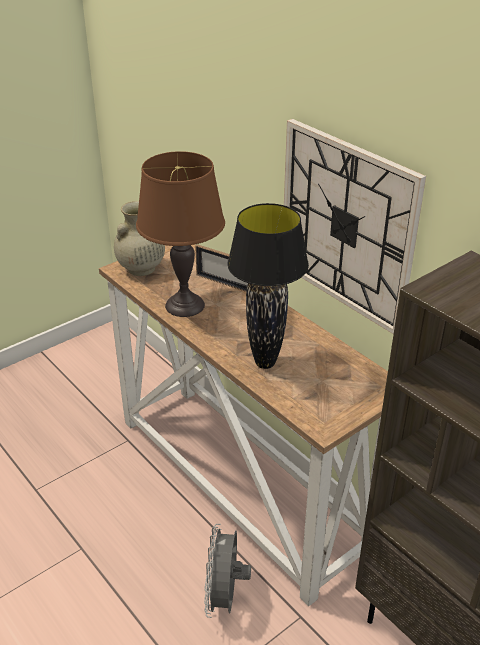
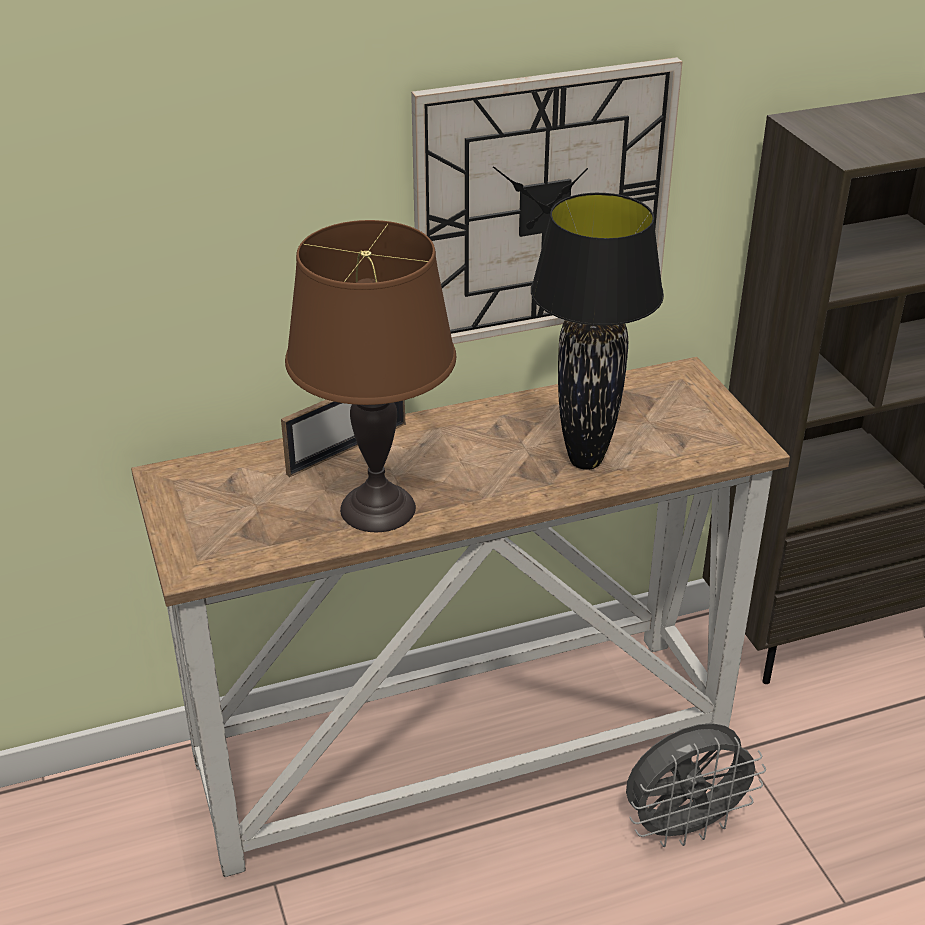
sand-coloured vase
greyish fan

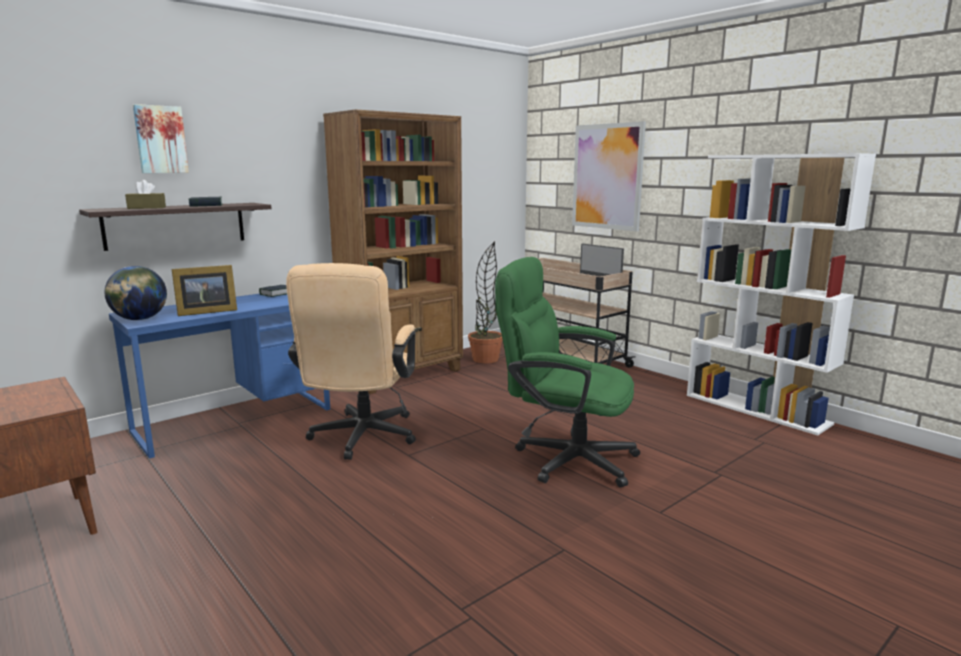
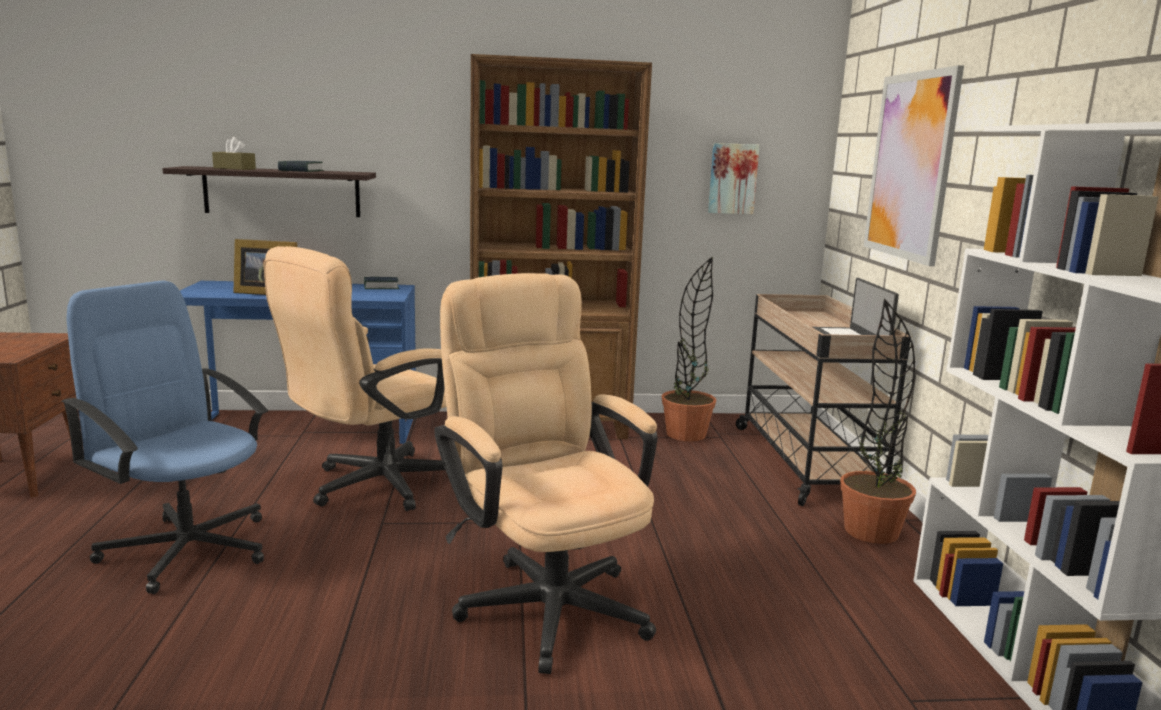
wall art (no. 1 from left)
sand-coloured office chair (no. 2 from left)
world globe
bluish office chair
houseplant (no. 2 from left)

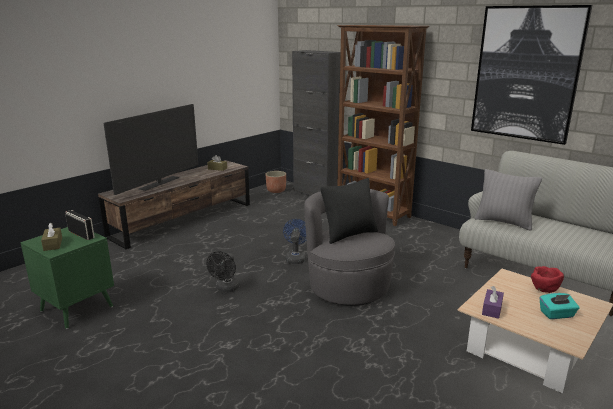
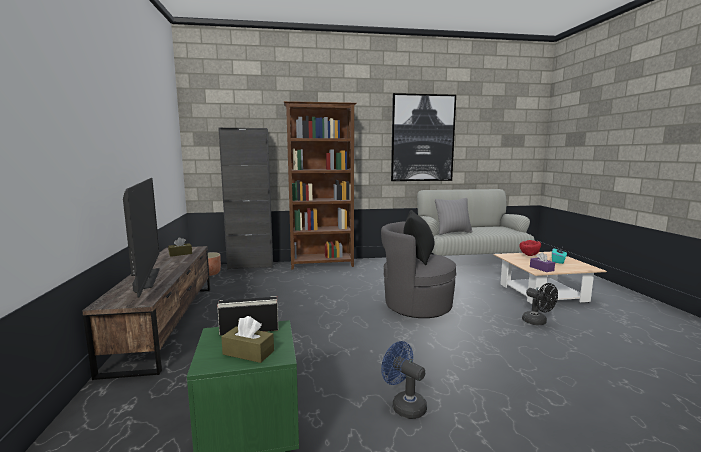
bluish fan
black-coloured fan

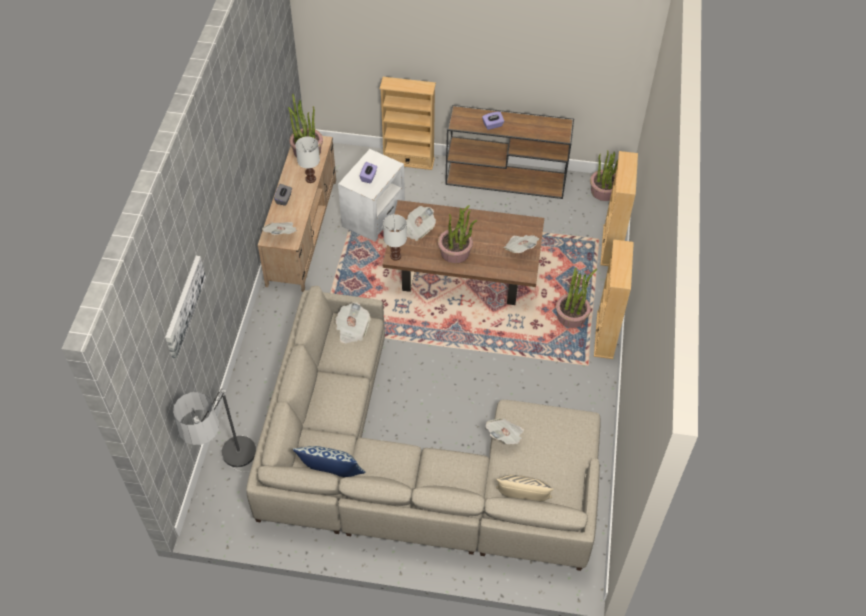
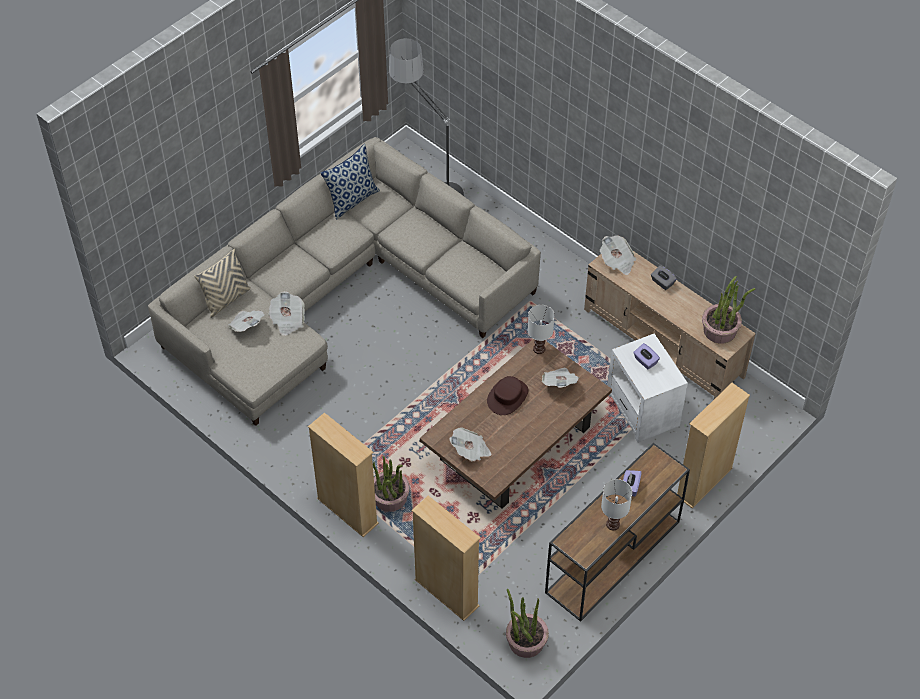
white lamp for a table (no. 2 from left)
brown-coloured clothing hat
wall art
newspaper (no. 1 from left)

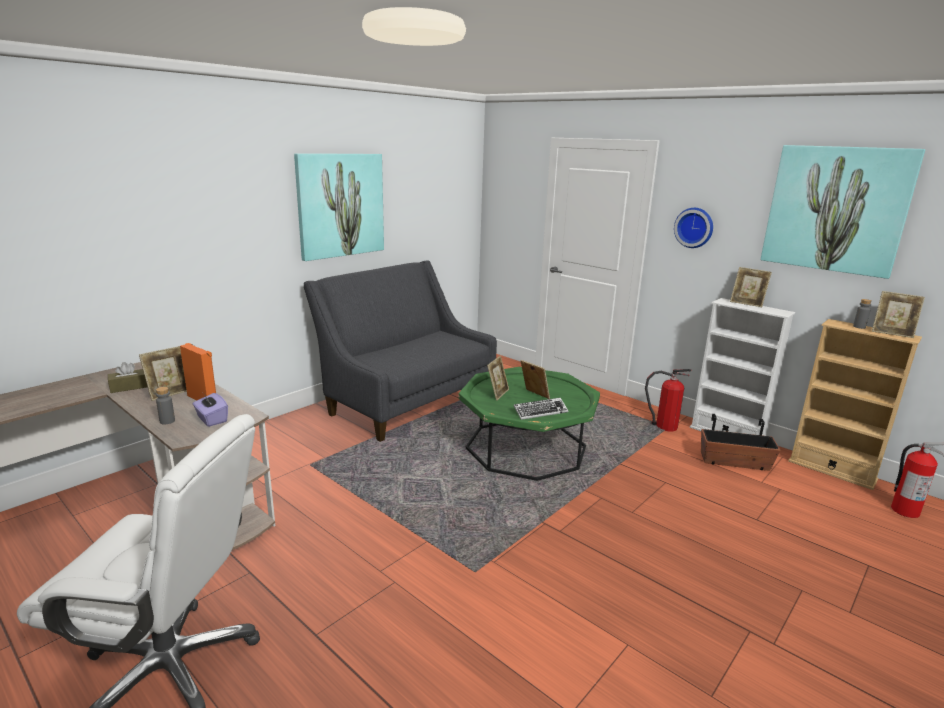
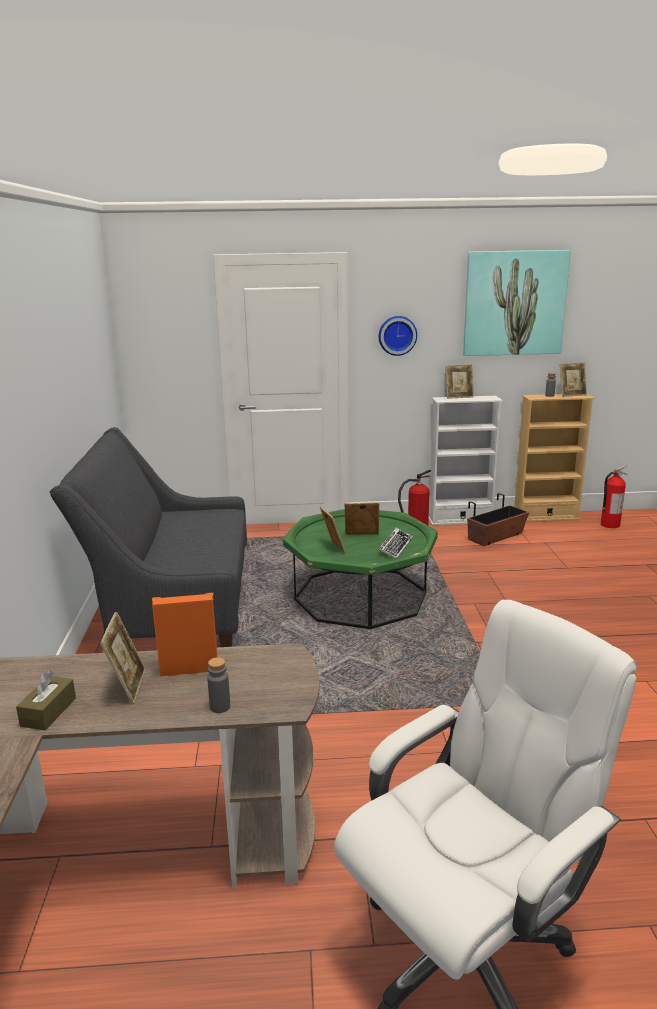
wall art (no. 1 from left in the first image)
purple box of tissues

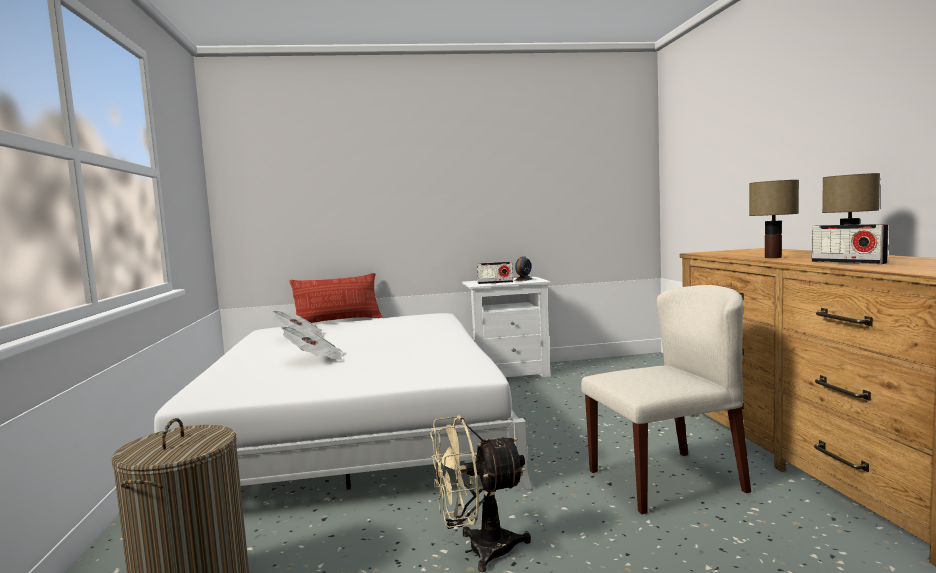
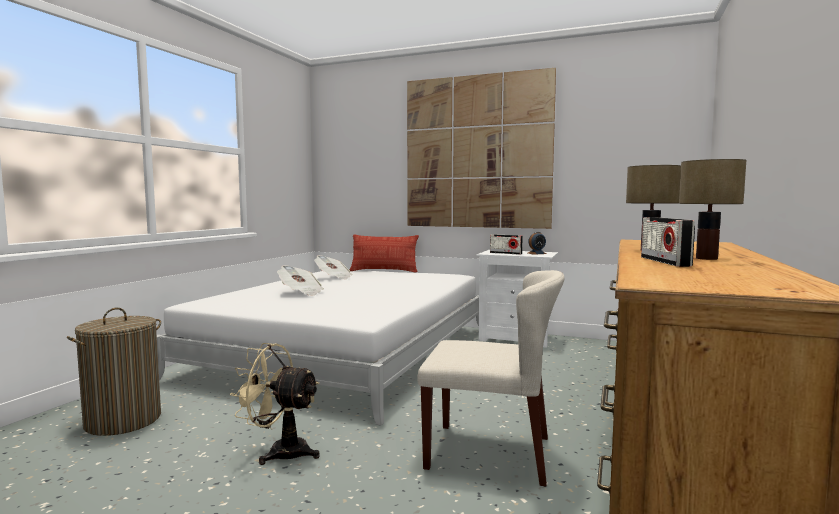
wall art

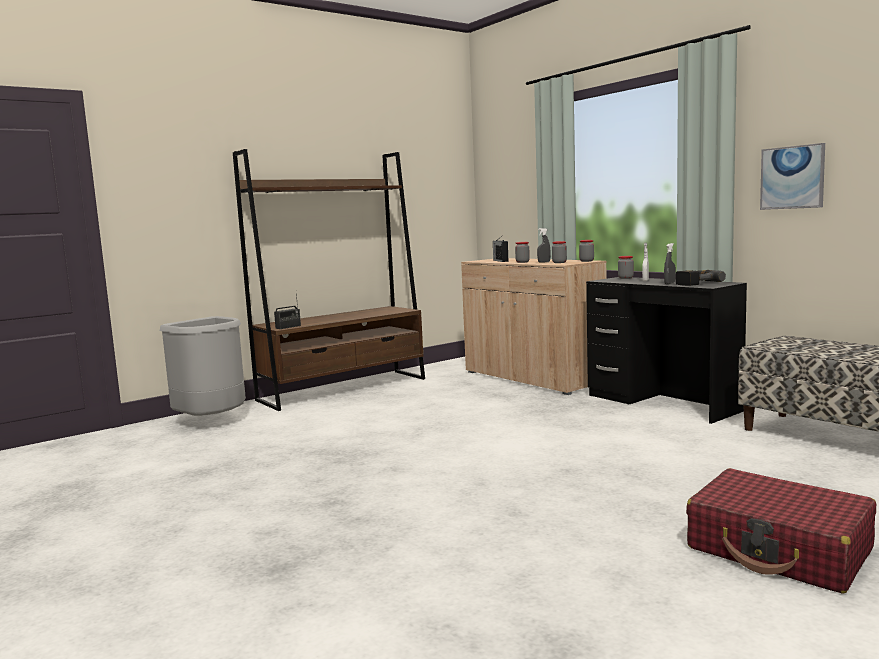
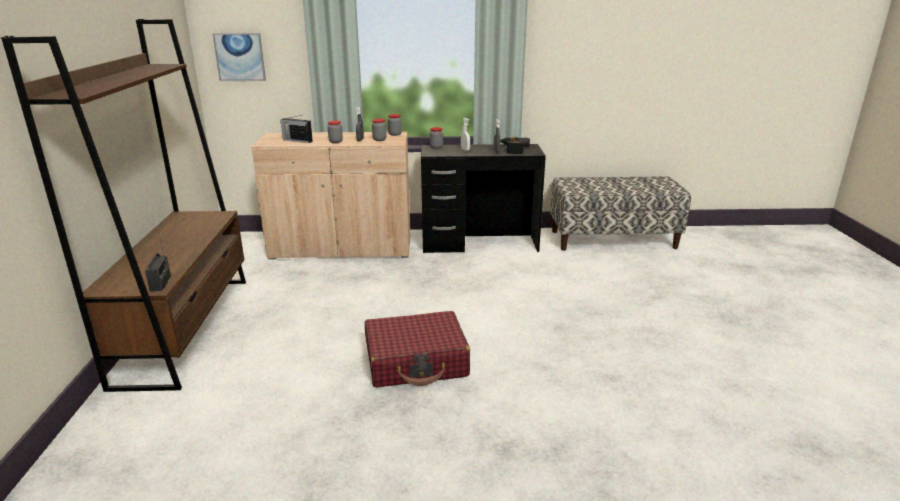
wall art
greyish waste bin
red suitcase

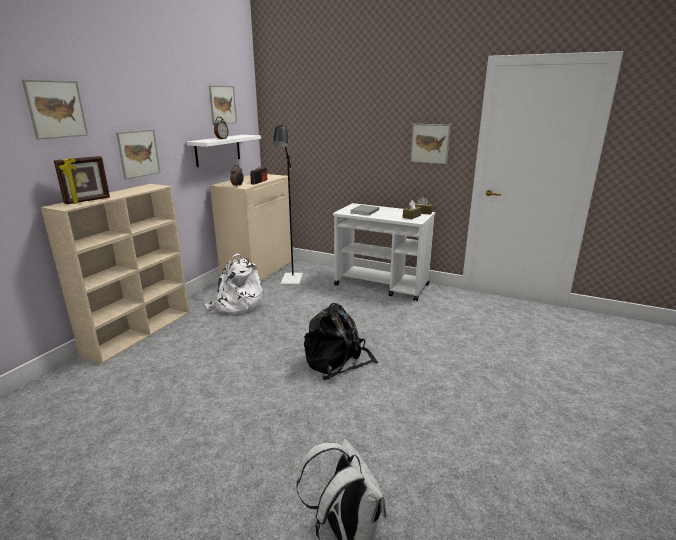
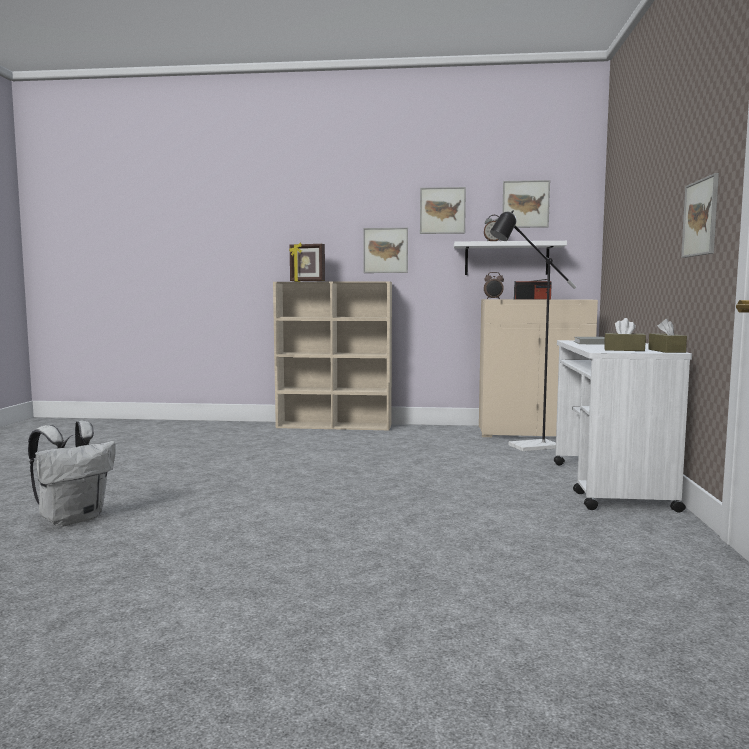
wall art (no. 2 from left)
white rucksack (no. 1 from left in the first image)
black-coloured rucksack

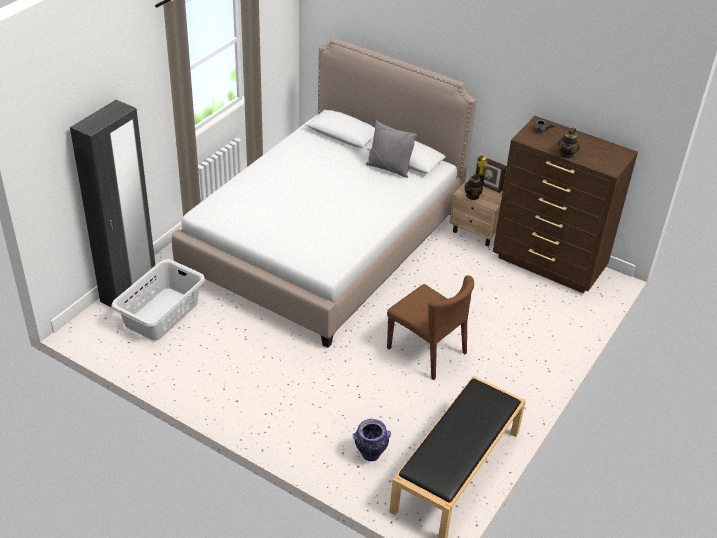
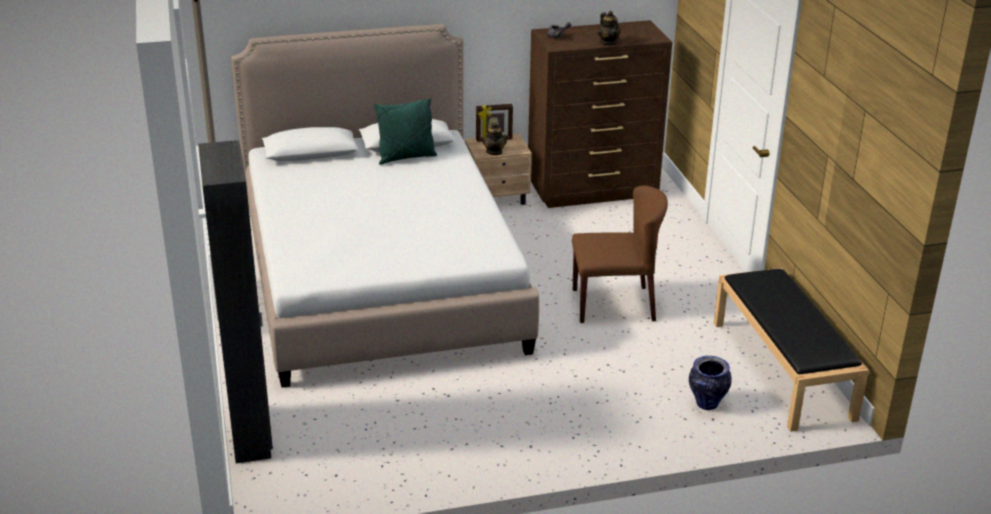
greenish pillow
greyish hamper

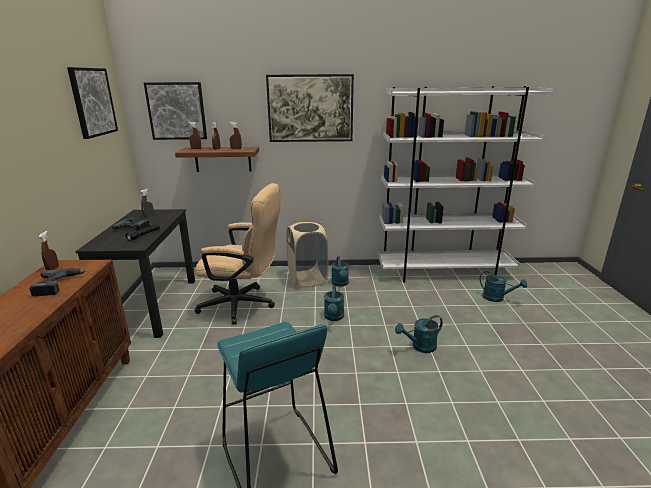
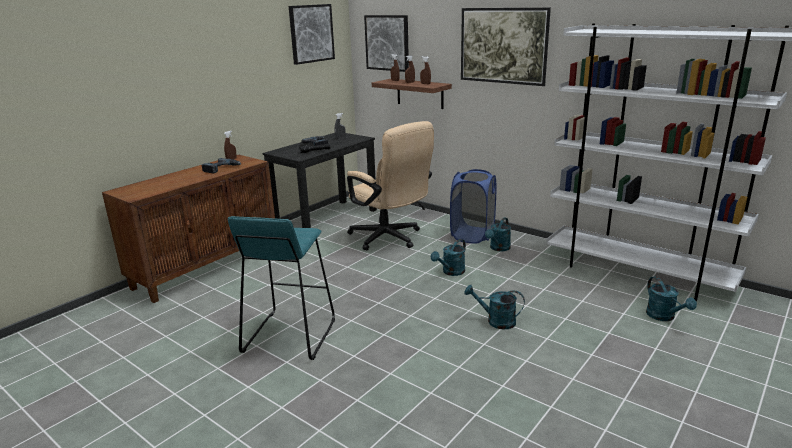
bluish hamper

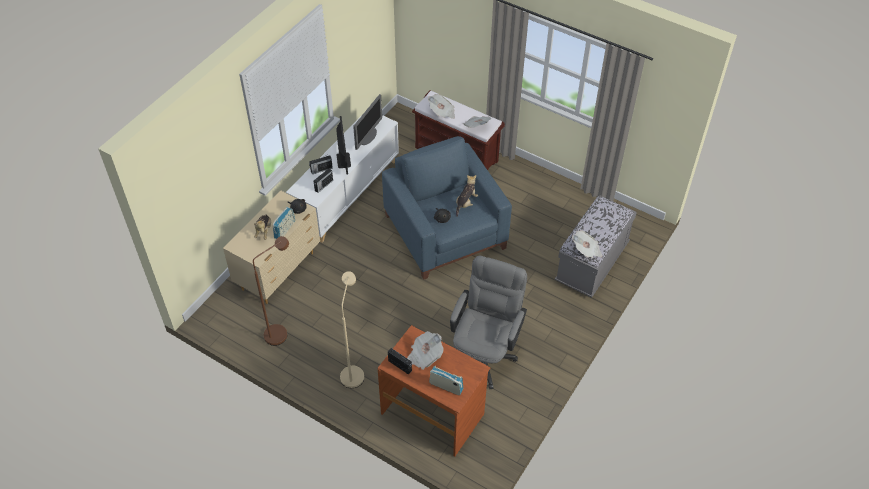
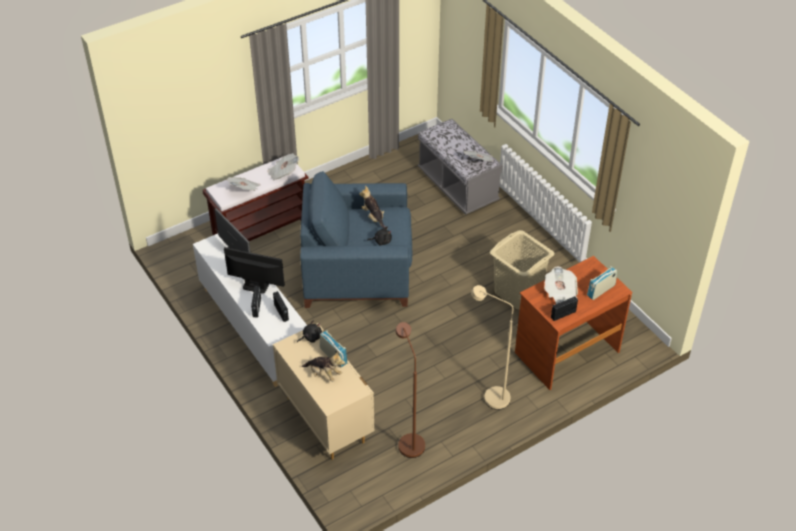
sand-coloured hamper

